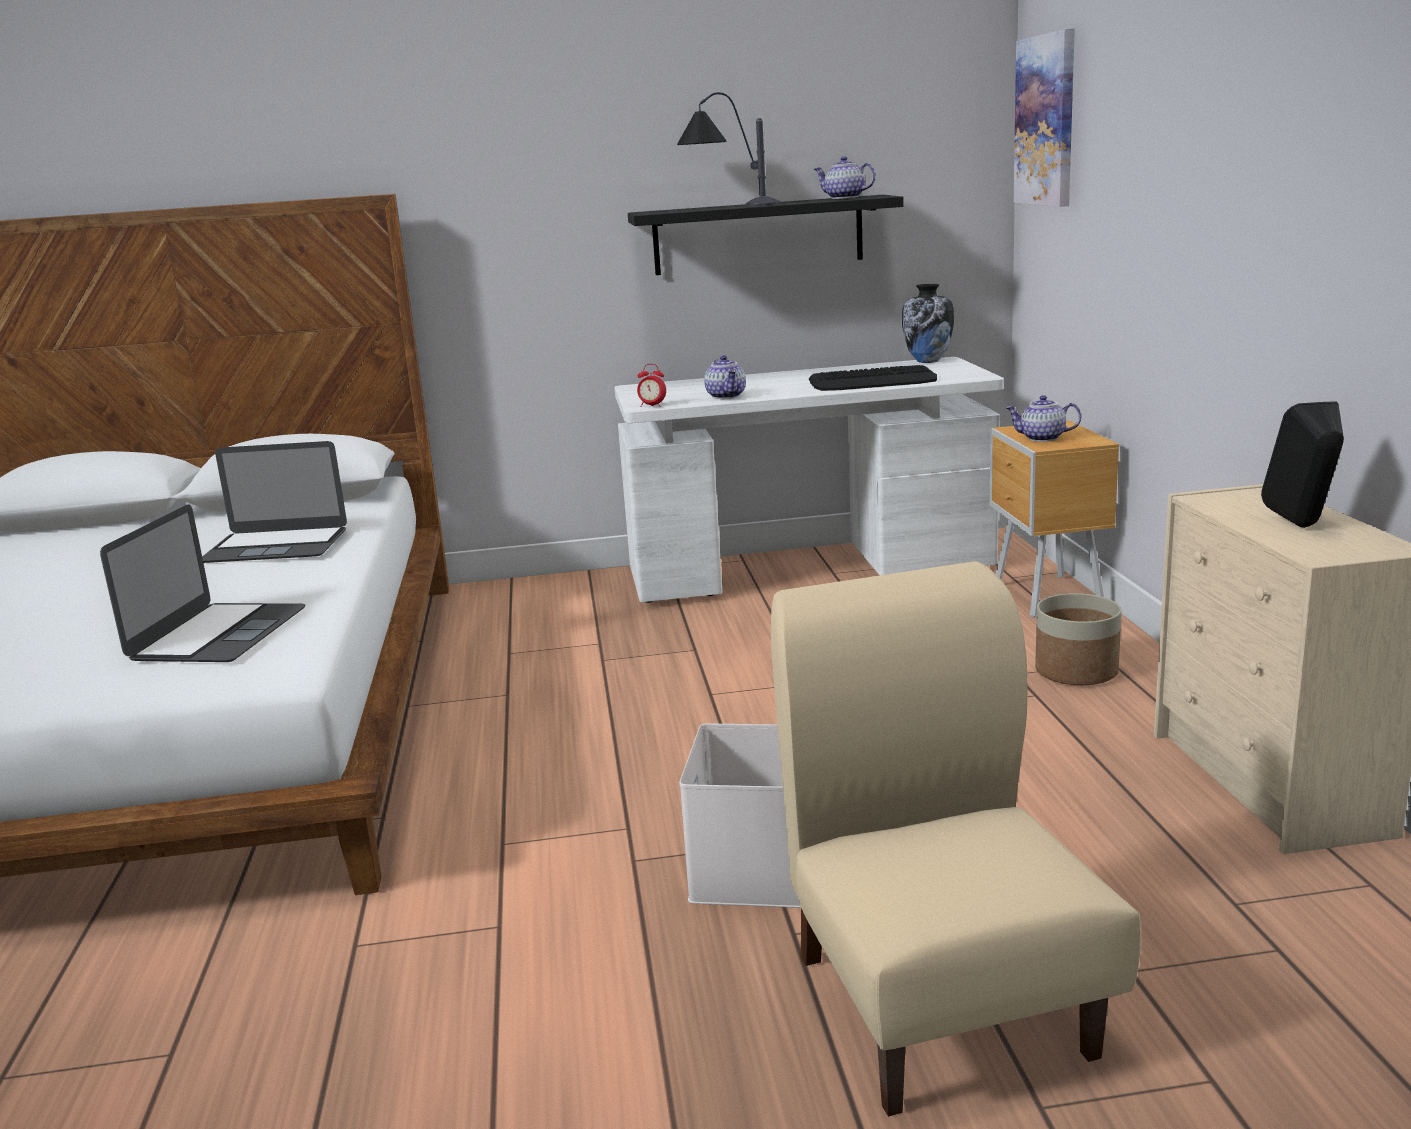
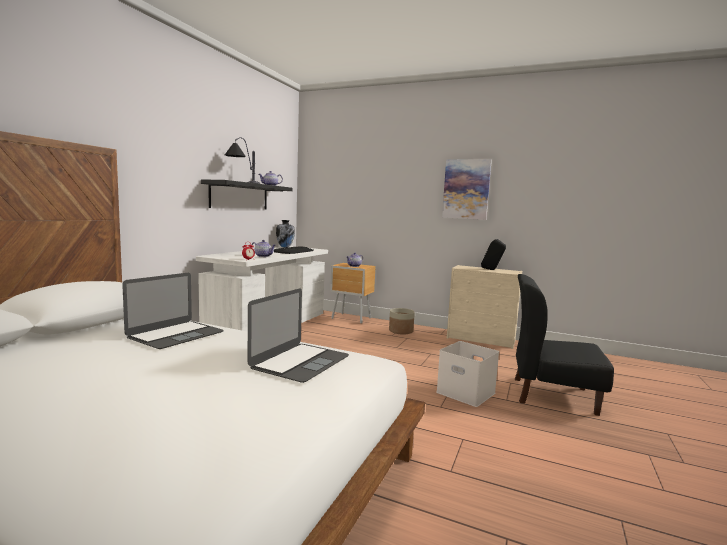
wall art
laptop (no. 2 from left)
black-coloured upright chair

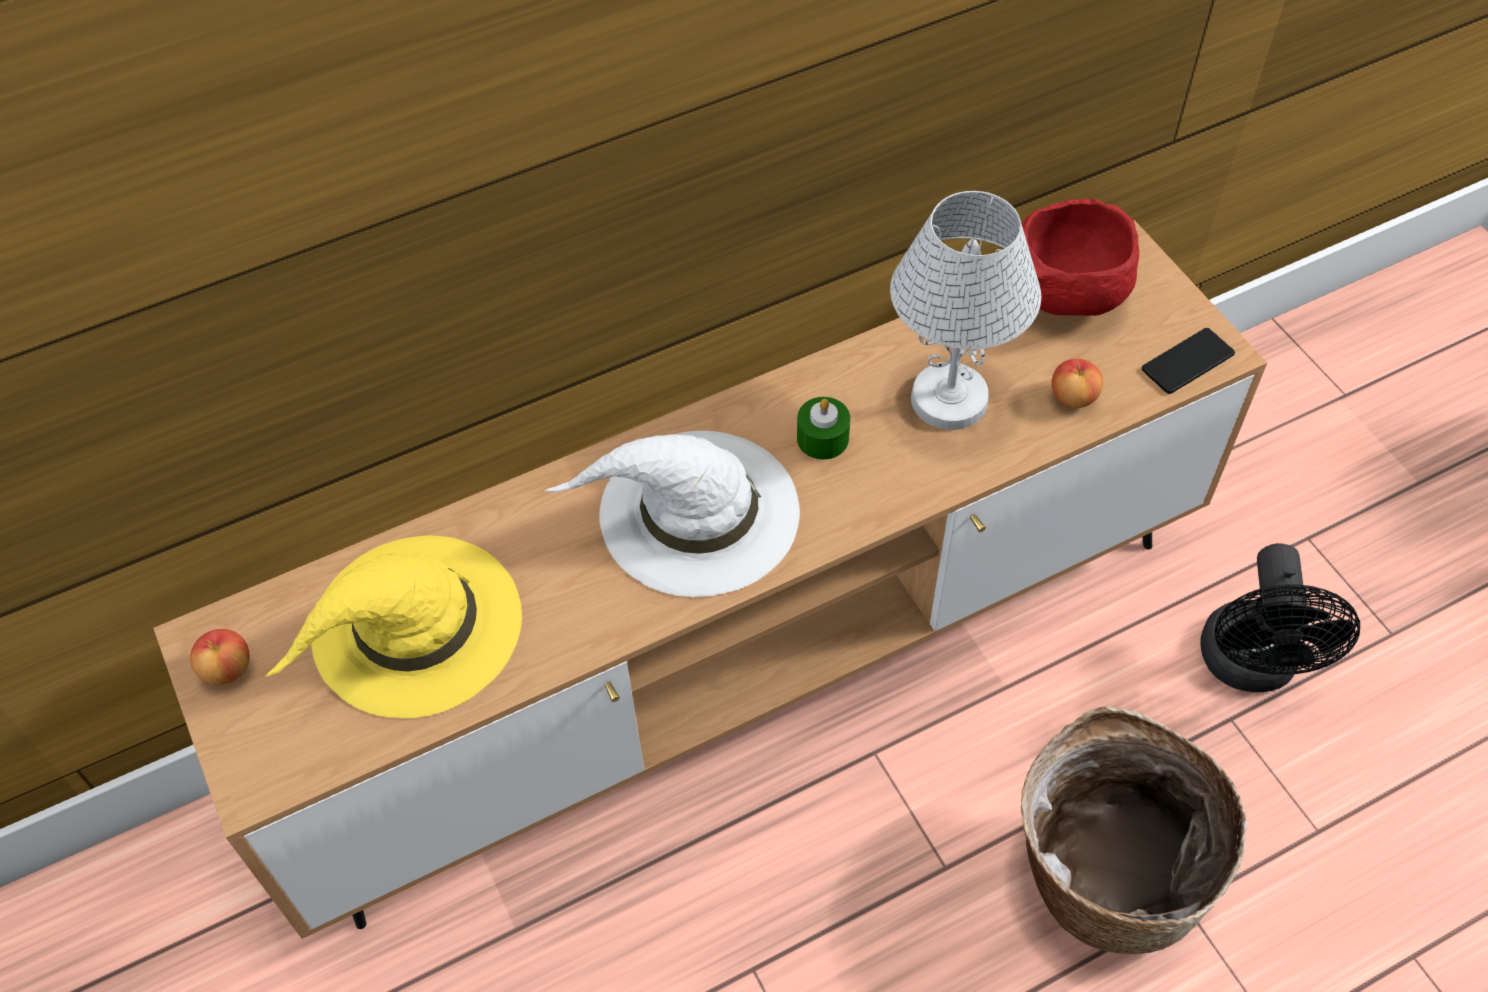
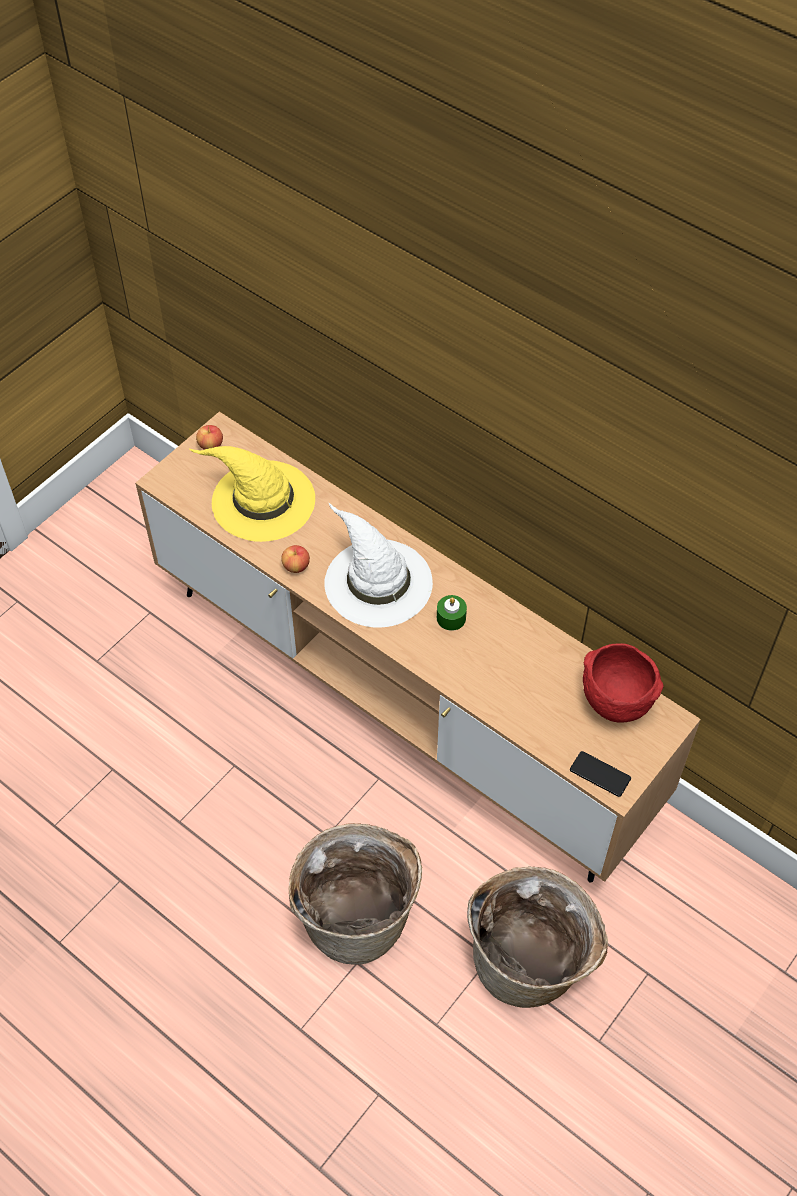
white lamp for a table
apple fruit (no. 2 from left)
household basket (no. 2 from left)

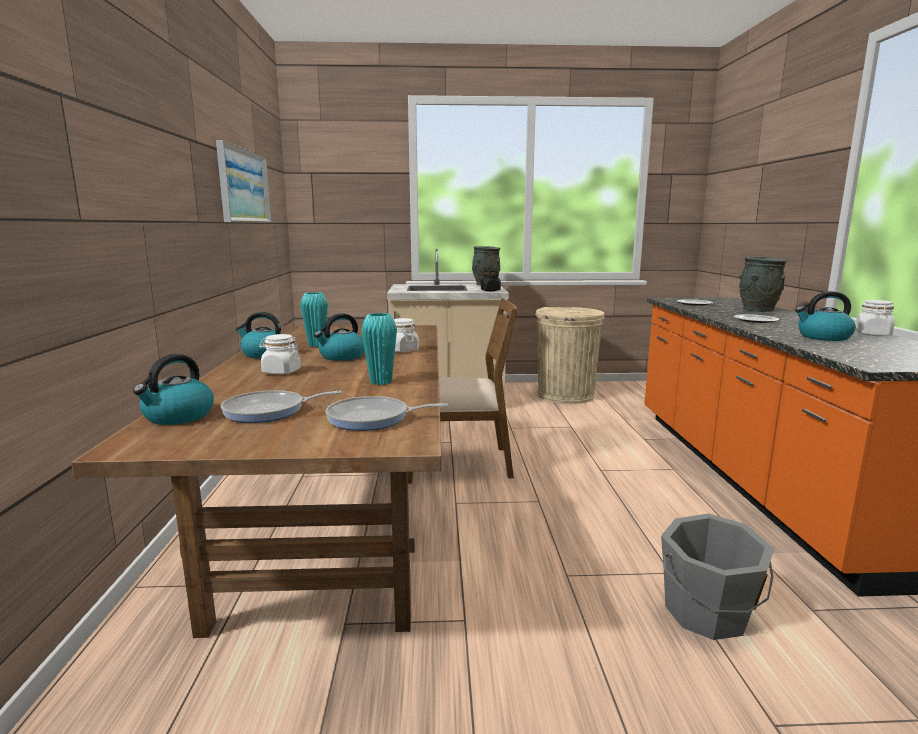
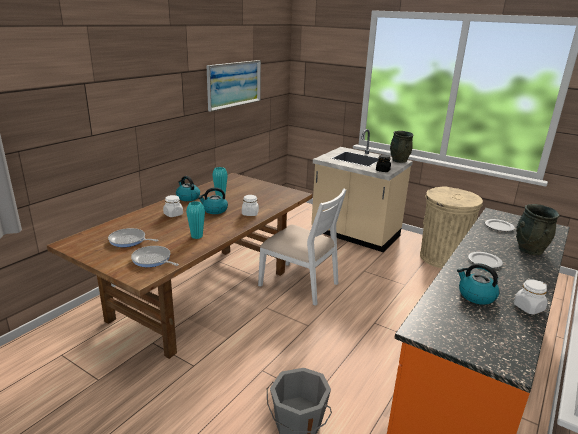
white upright chair
water kettle (no. 1 from left in the first image)

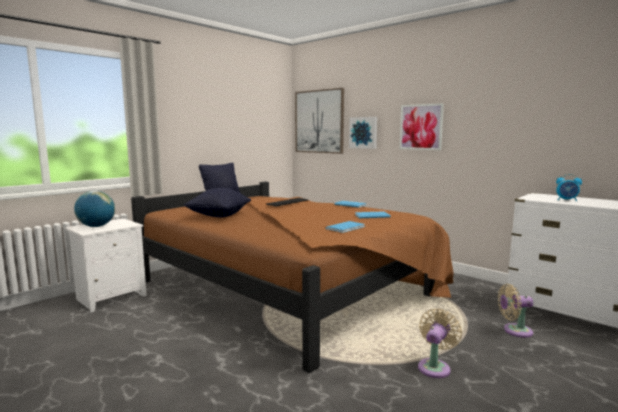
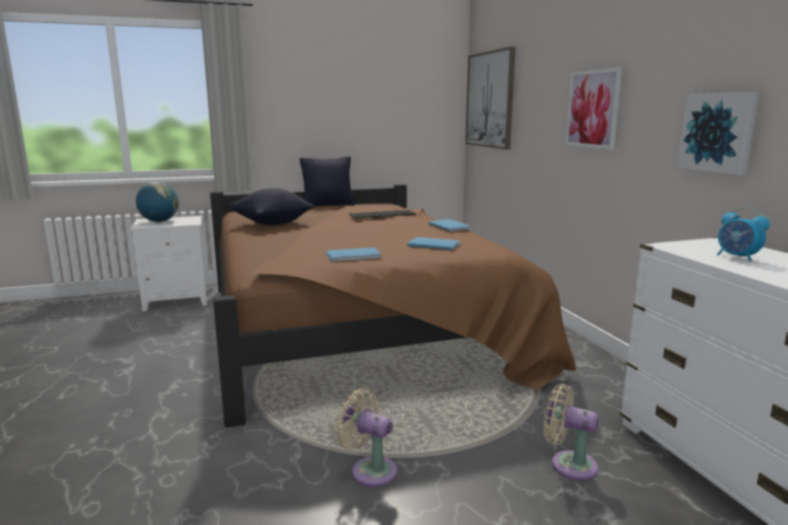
wall art (no. 3 from left)
sand-coloured fan (no. 1 from left)

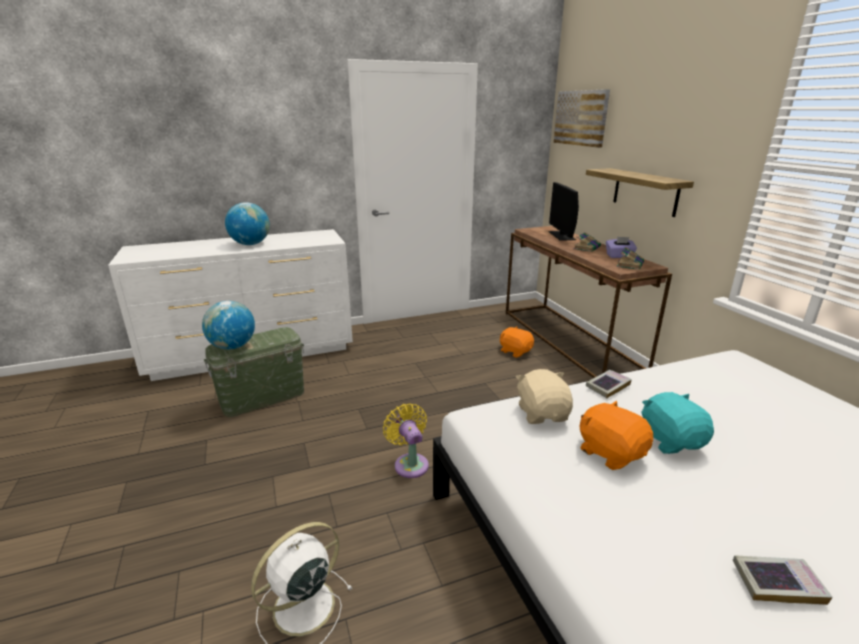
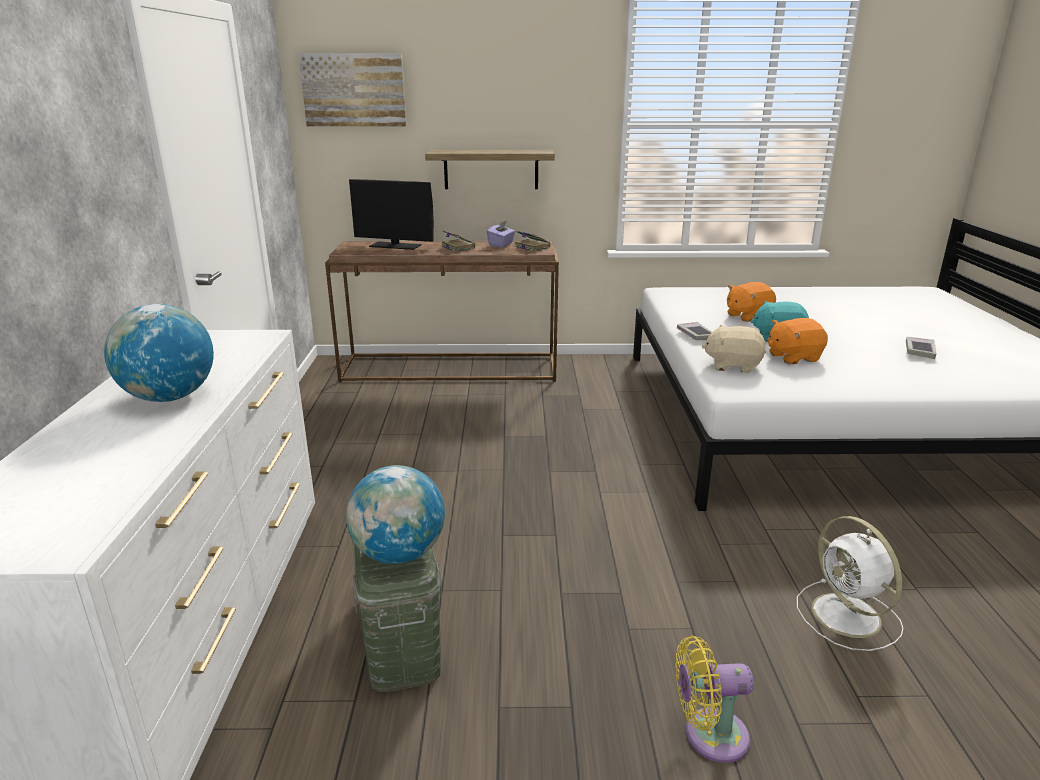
orangey soft toy (no. 1 from left)
yellow-coloured fan

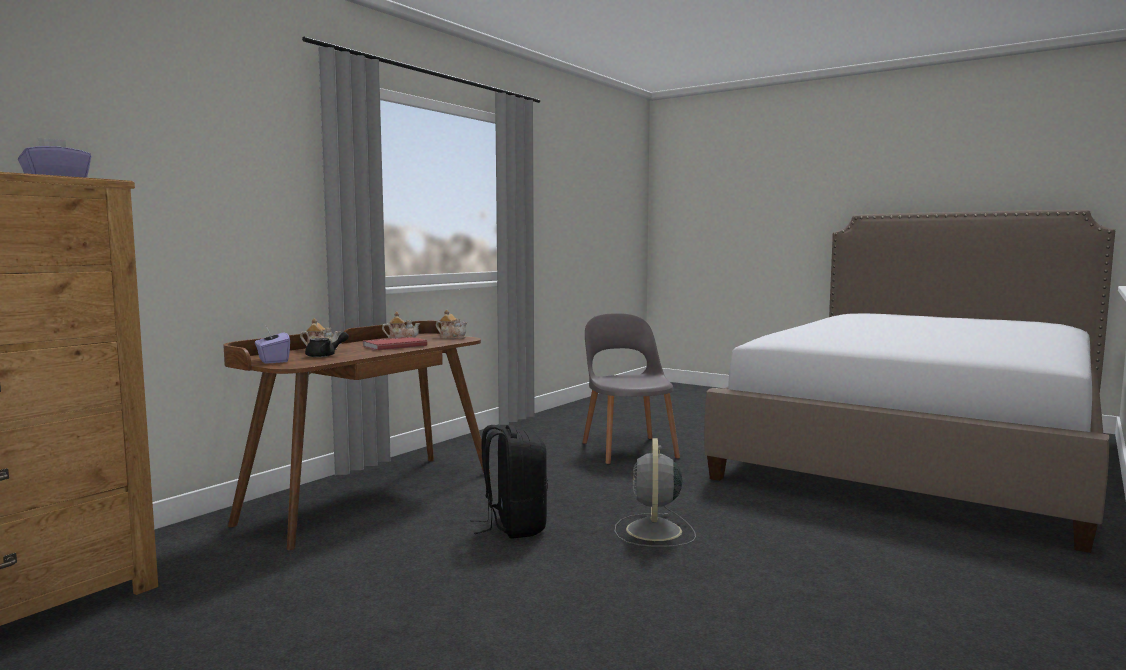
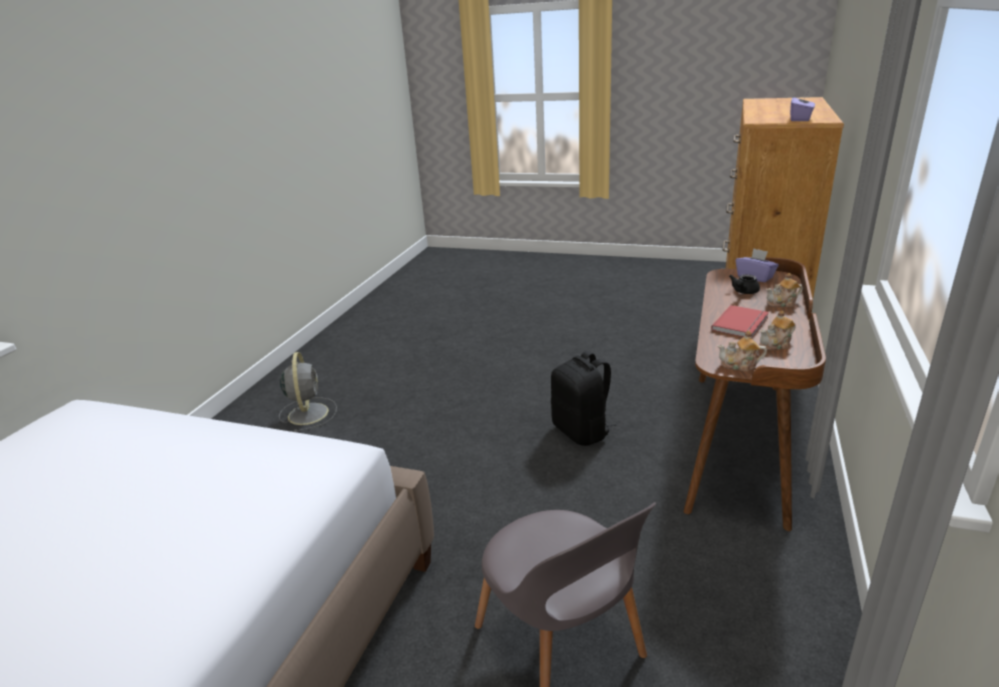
greyish fan

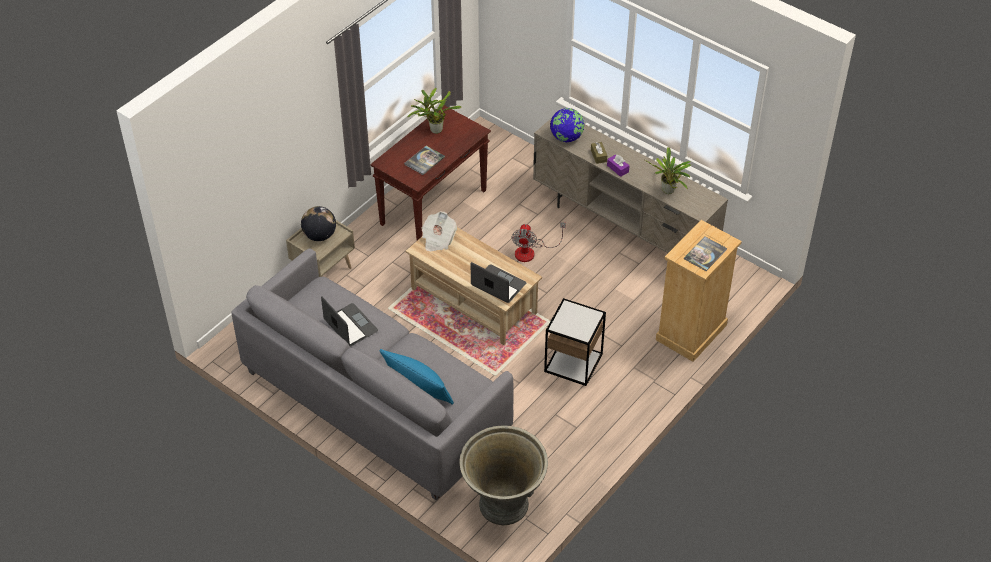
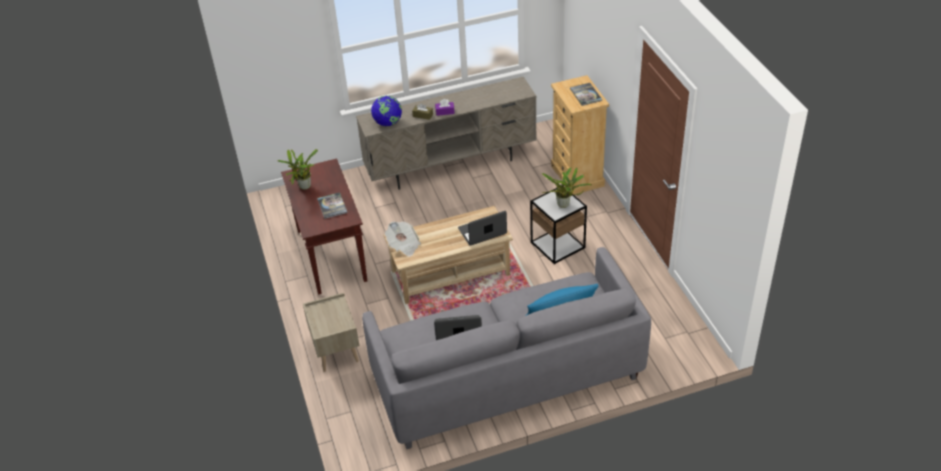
houseplant (no. 2 from left)
world globe (no. 1 from left in the first image)
fan
greyish plant pot

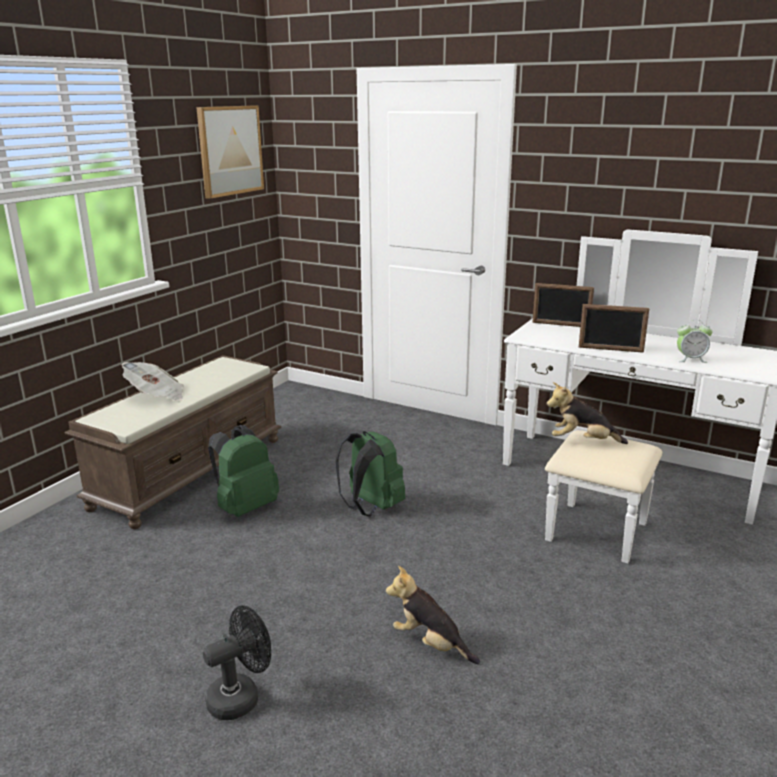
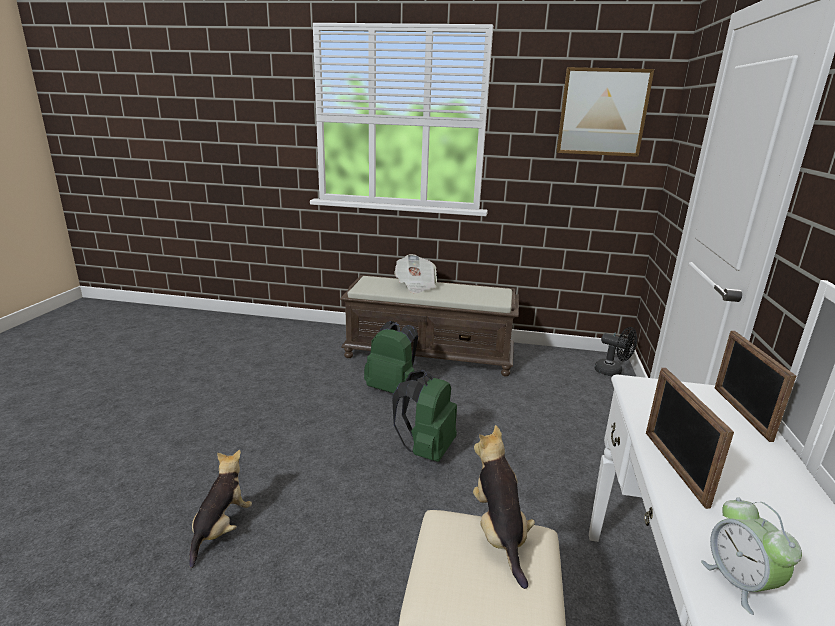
black-coloured fan

